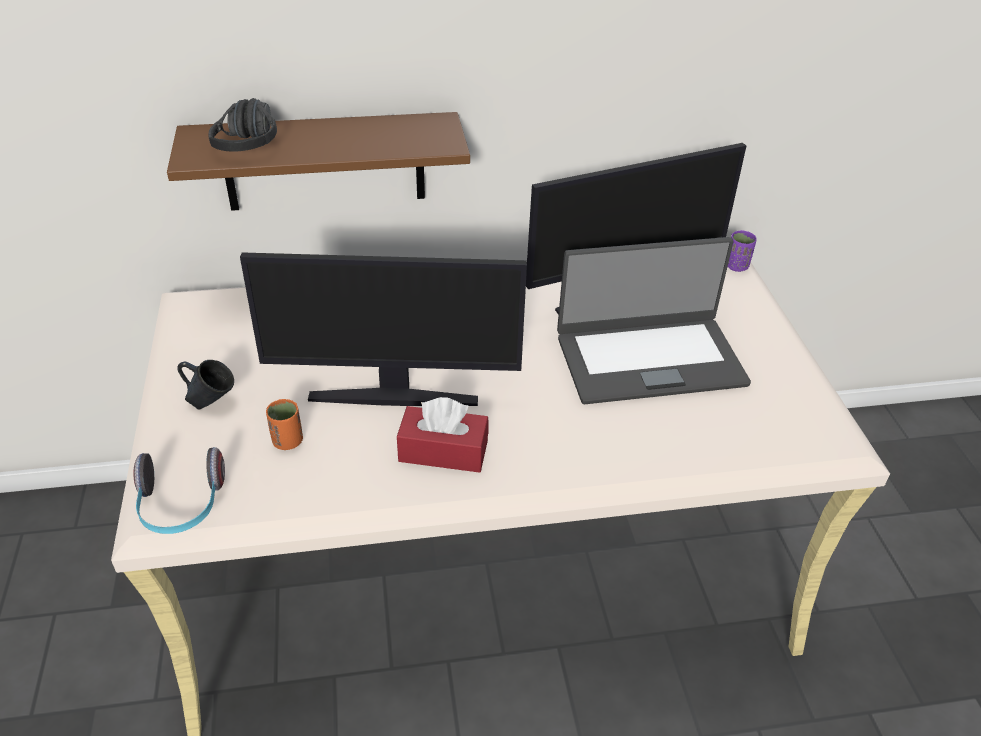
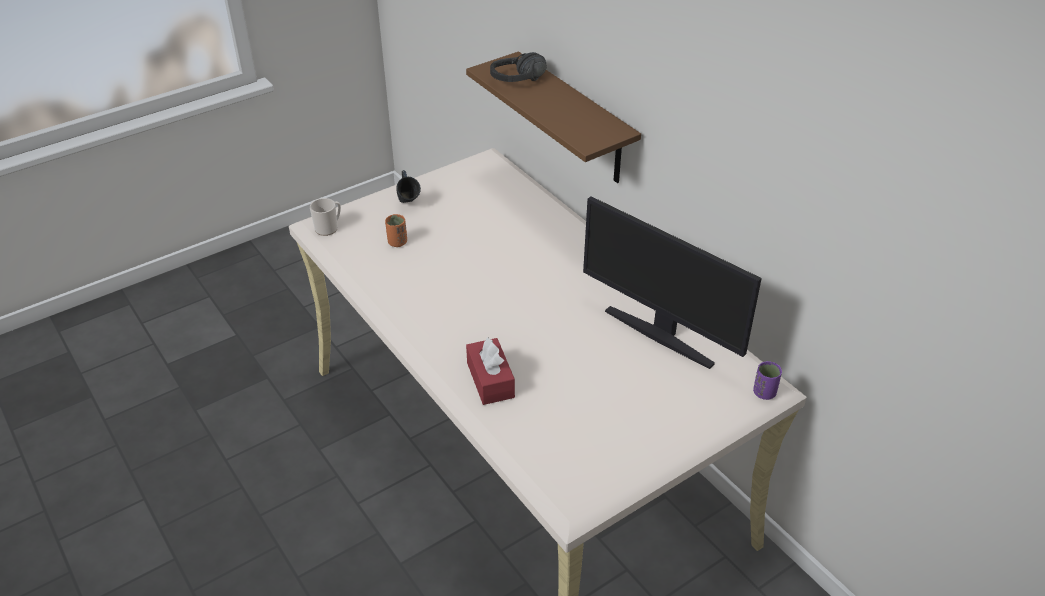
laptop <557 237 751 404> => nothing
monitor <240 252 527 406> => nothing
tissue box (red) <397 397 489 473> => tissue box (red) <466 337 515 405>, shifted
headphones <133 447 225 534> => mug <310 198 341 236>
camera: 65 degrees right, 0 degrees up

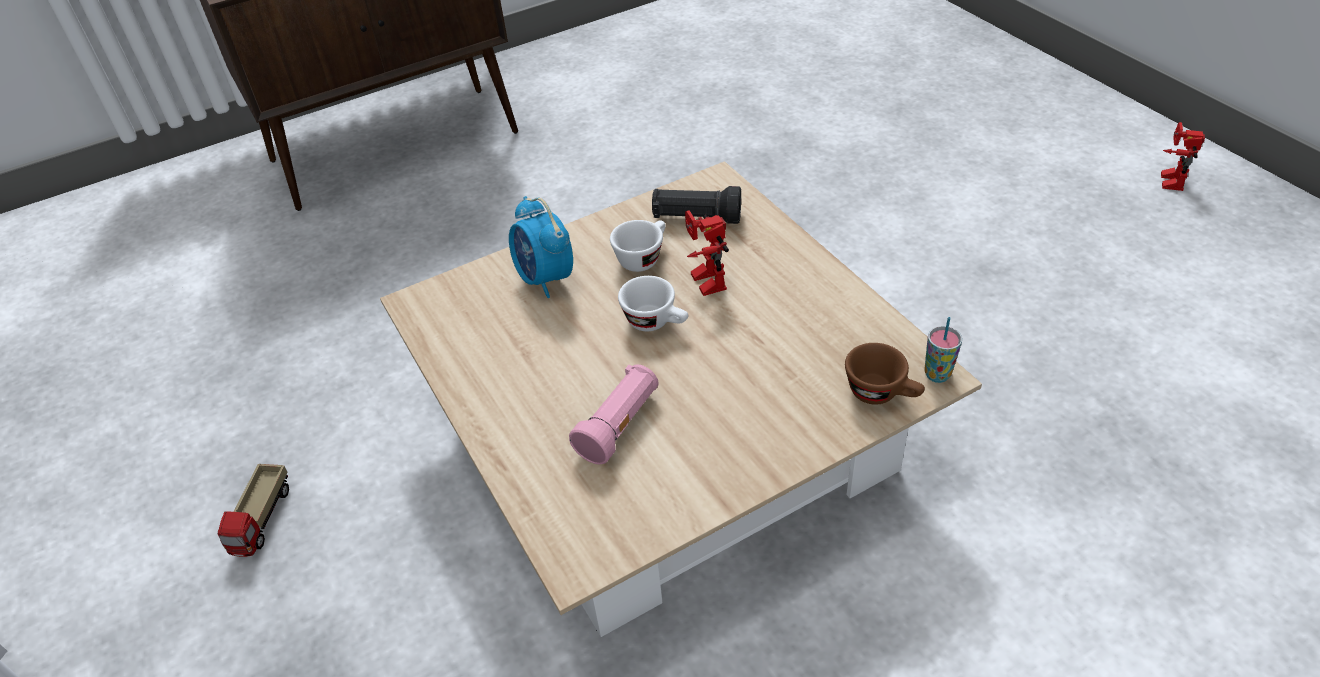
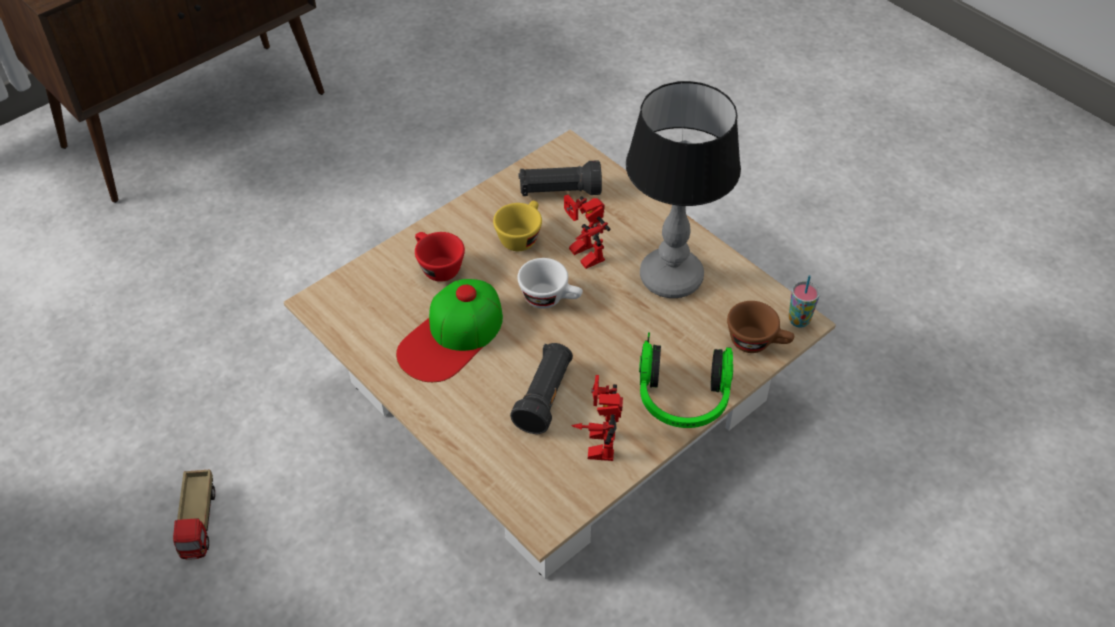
toy robot <1161 122 1205 191> => toy robot <571 375 623 461>, shifted
alarm clock <509 196 573 298> => cup (red) <415 232 465 282>
cup (white) <610 220 666 272> => cup (yellow) <493 201 542 251>
flashlight (pink) <569 364 659 464> => flashlight (black) <510 343 573 434>
nothing => table lamp <626 81 741 298>
nothing => cap <396 279 503 382>
nothing => headphones <639 332 733 428>
camera: 15 degrees left, 5 degrees up

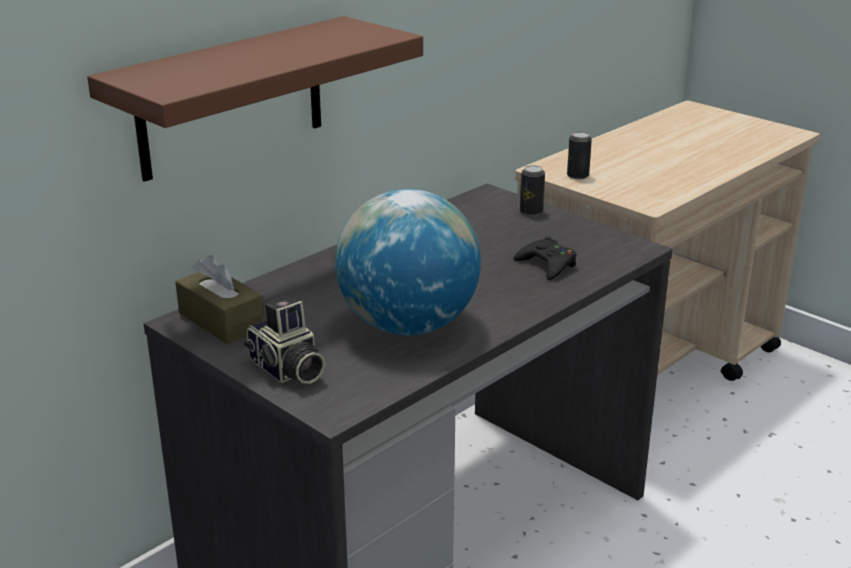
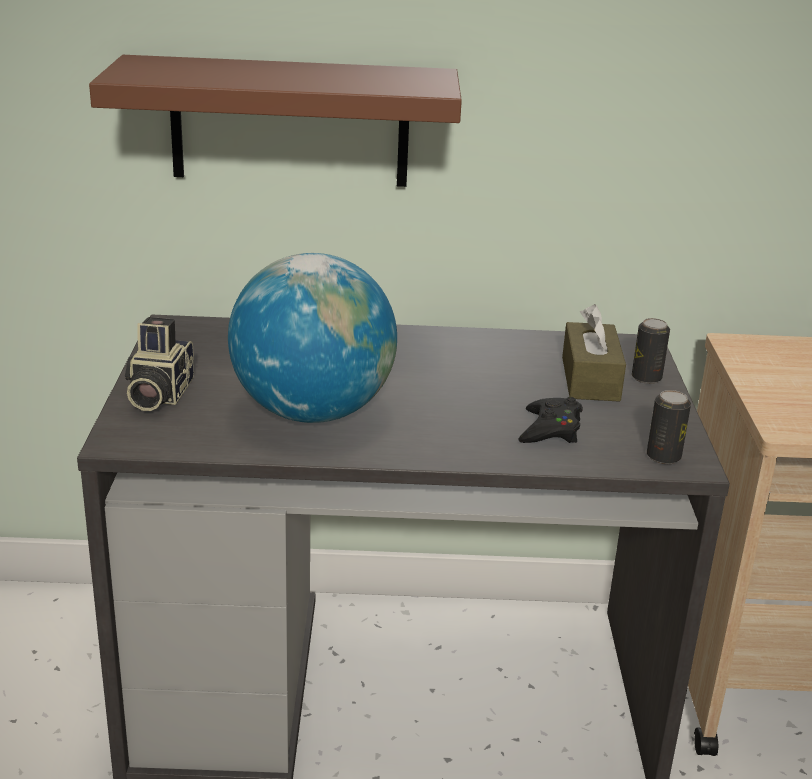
can <567 132 592 179> => can <647 390 691 464>, shifted
tissue box (brown) <175 255 265 344> => tissue box (brown) <562 304 626 402>, shifted
camera: 45 degrees right, 0 degrees up

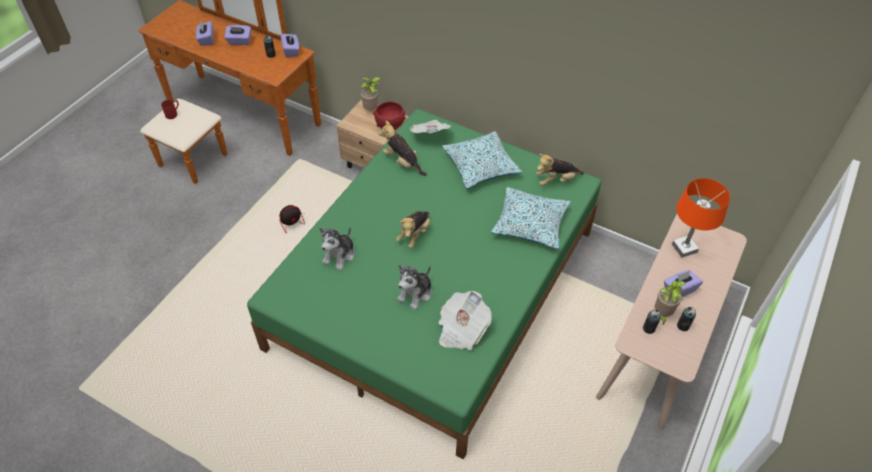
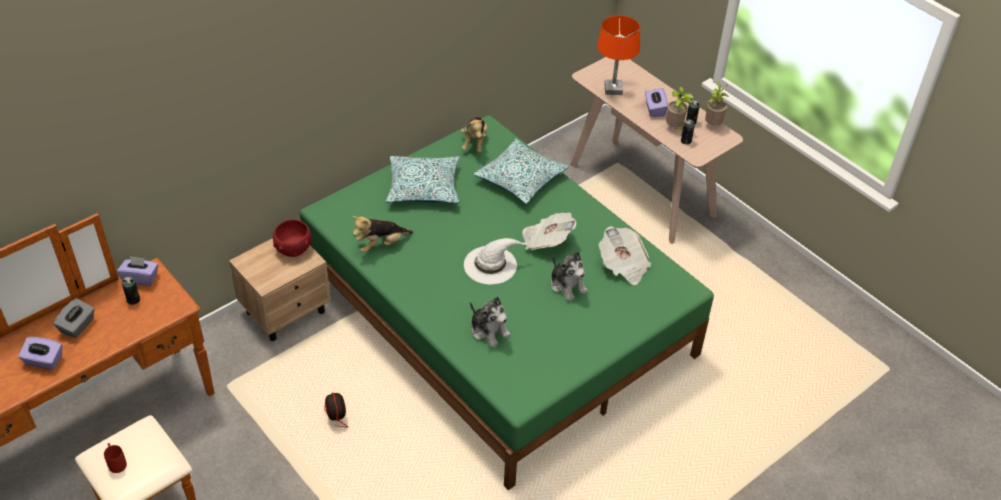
tissue box (purple) <224 25 251 45> => tissue box (grey) <53 298 95 338>
potted plant <360 77 380 110> => potted plant <705 81 729 126>, shifted
newspaper <410 120 451 133> => newspaper <522 212 576 250>, shifted
plush toy <396 211 430 248> => hat (white) <464 238 529 285>
camera: 70 degrees left, 5 degrees down

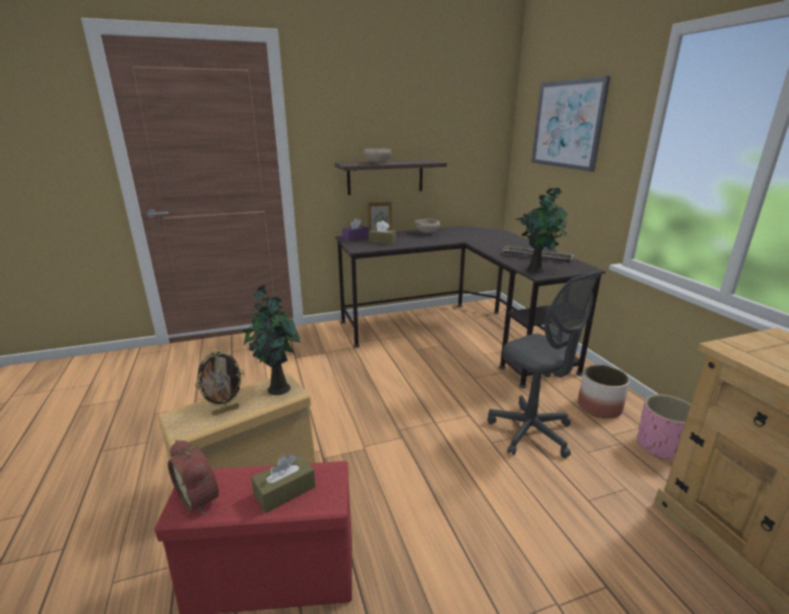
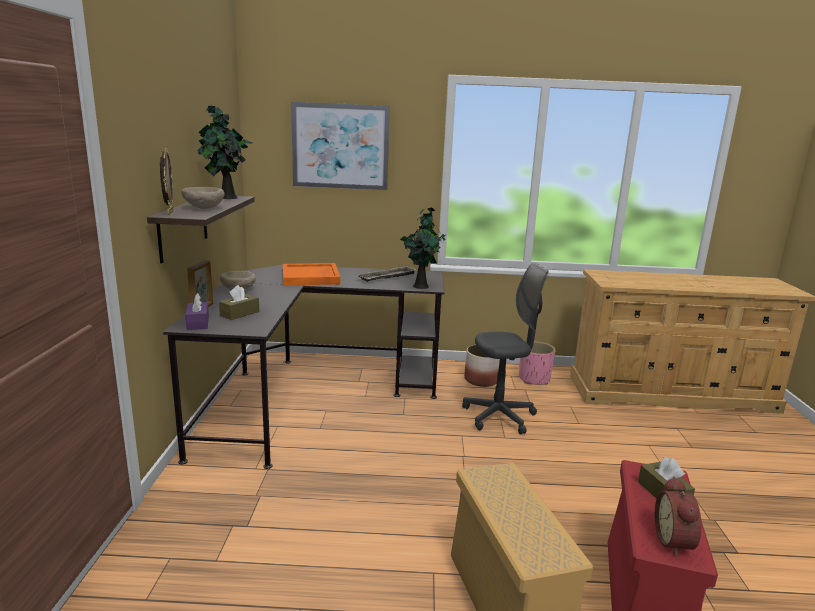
potted plant <242 285 301 395> => potted plant <197 105 253 199>, shifted
picture frame <195 350 244 416> => picture frame <160 148 173 215>, shifted
alarm clock <168 440 219 515> => alarm clock <655 477 702 557>, 120 degrees clockwise
nothing => tray (orange) <283 263 340 286>
camera: 70 degrees left, 5 degrees down

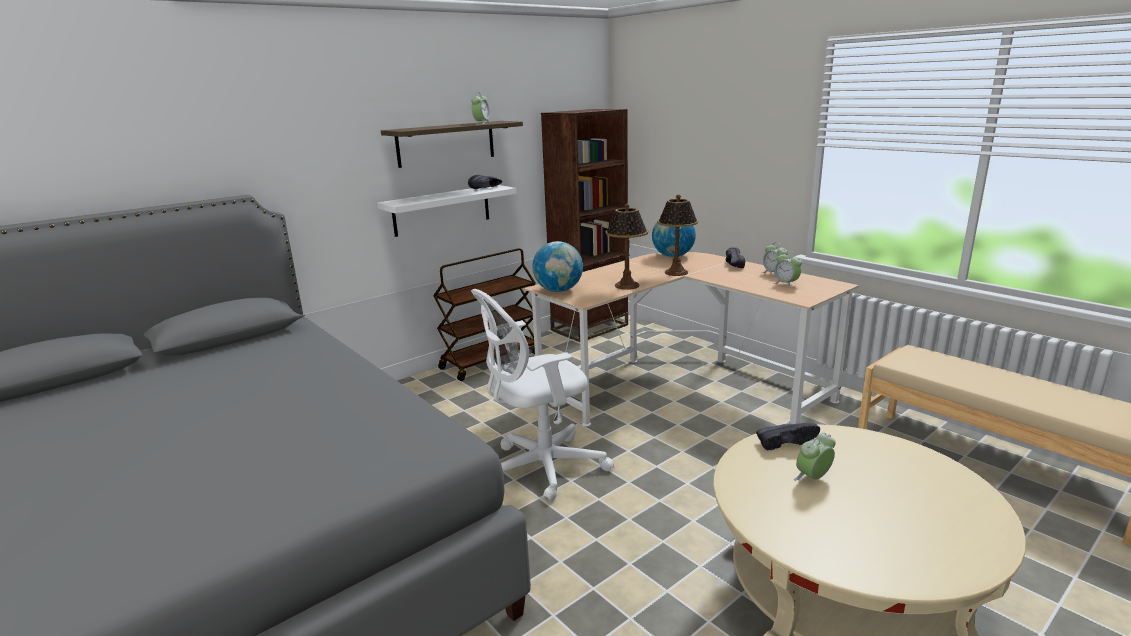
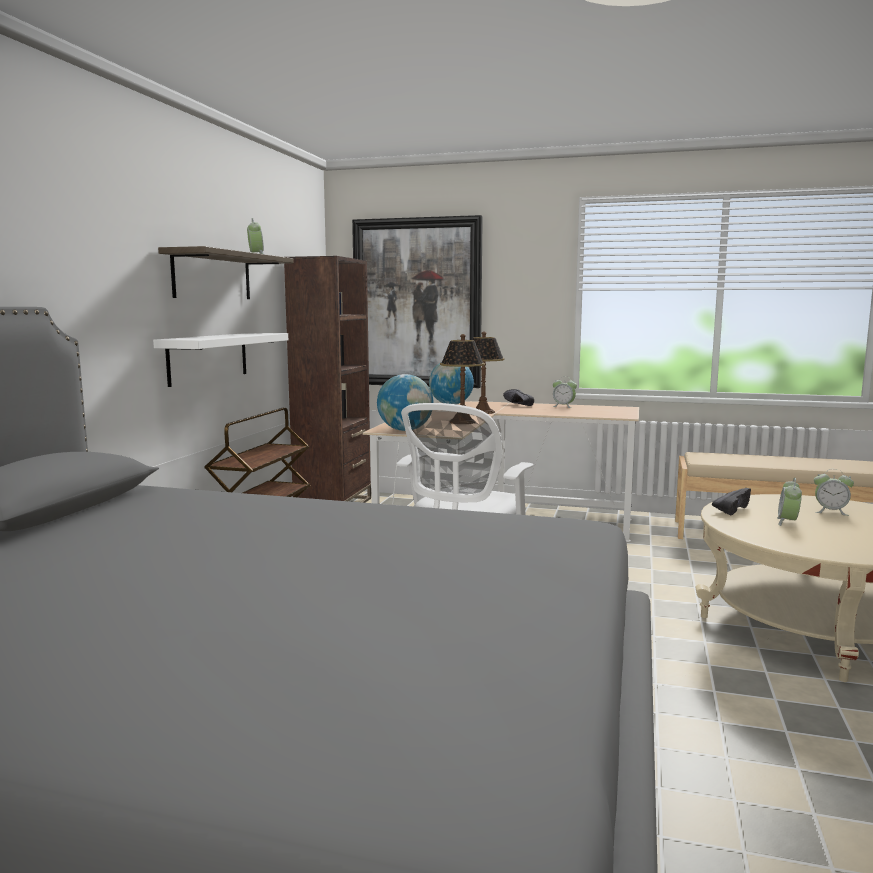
shoe (black) <468 175 502 189> => nothing
alarm clock <774 251 802 288> => alarm clock <814 469 854 516>, shifted
nothing => picture <352 215 483 388>
camera: 35 degrees left, 10 degrees down

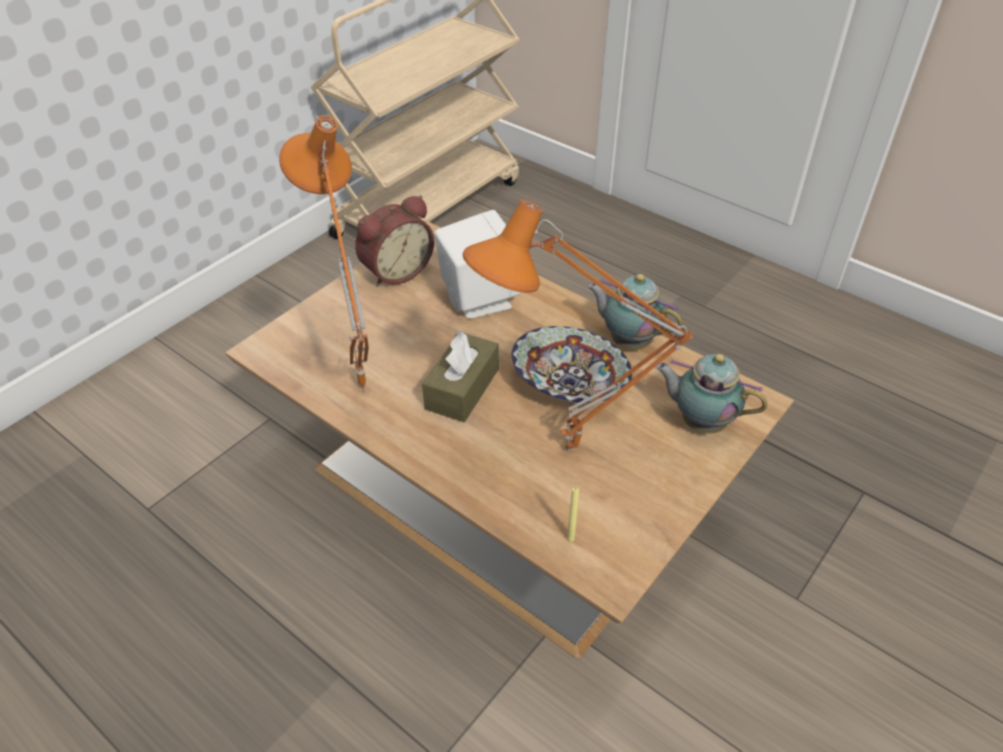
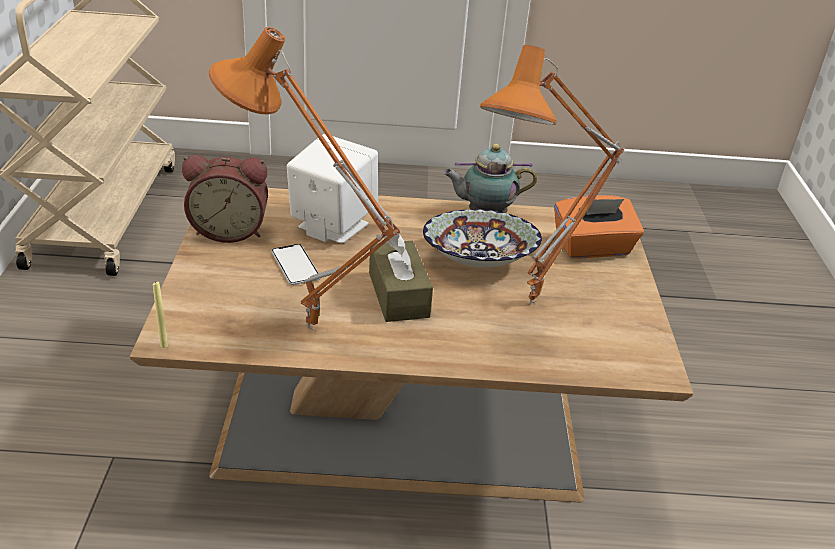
alarm clock <355 195 434 287> => alarm clock <182 155 268 243>, 75 degrees clockwise
teapot <655 354 767 433> => tissue box (orange) <554 195 644 259>
candle (yellow) <567 488 579 542> => candle (yellow) <153 281 168 348>, shifted
nothing => phone <271 244 320 285>
camera: 40 degrees left, 10 degrees down

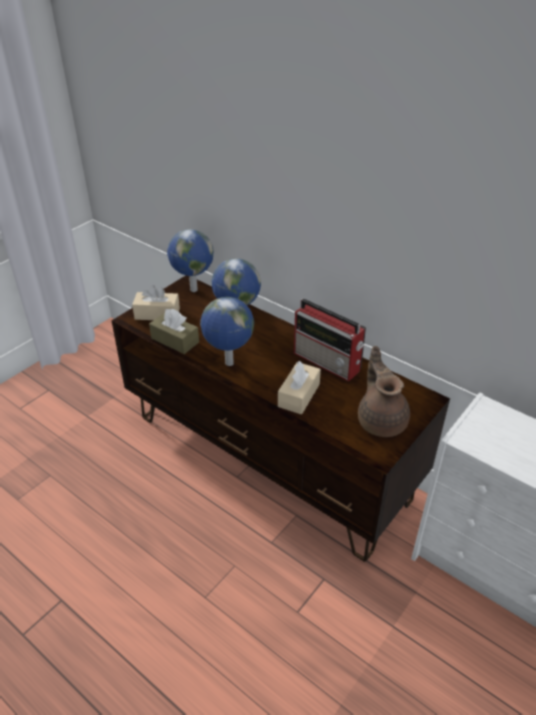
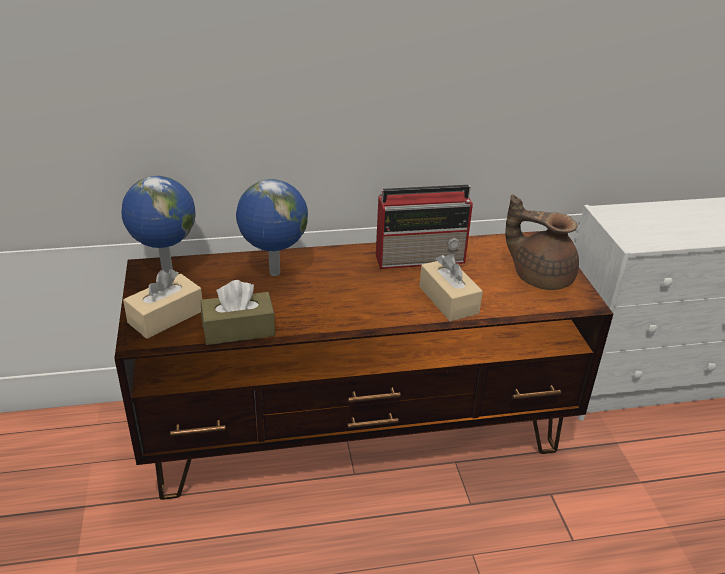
globe <200 297 254 366> => nothing
camera: 50 degrees left, 5 degrees down

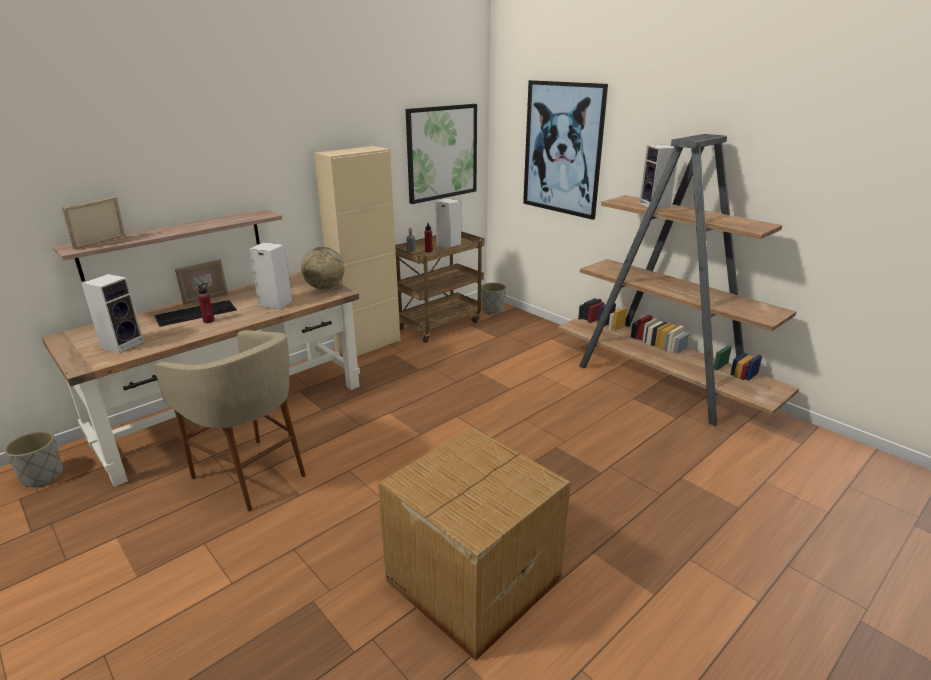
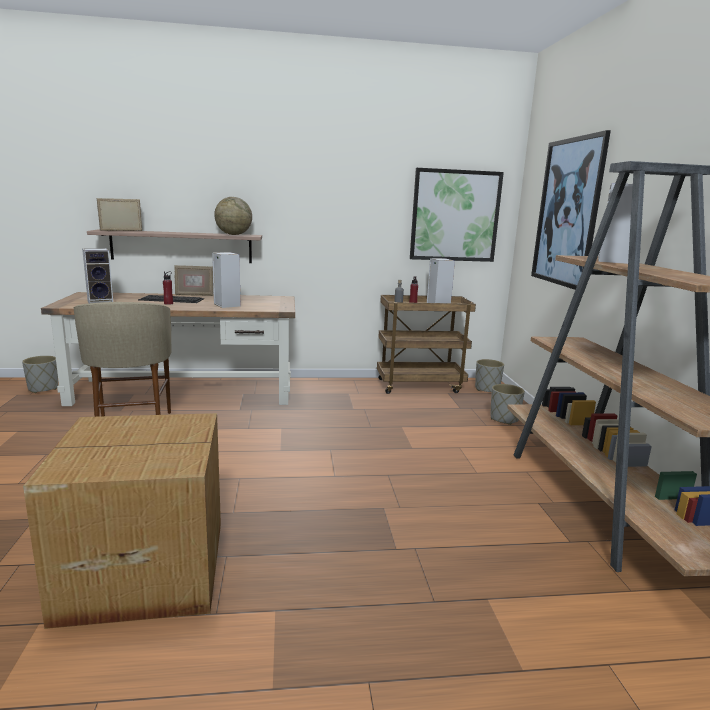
cabinet (beige) <314 146 400 356> => nothing
globe <301 247 344 289> => globe <214 197 252 235>, shifted
nothing => planter (grey) <490 384 525 425>
camera: 35 degrees right, 10 degrees down

